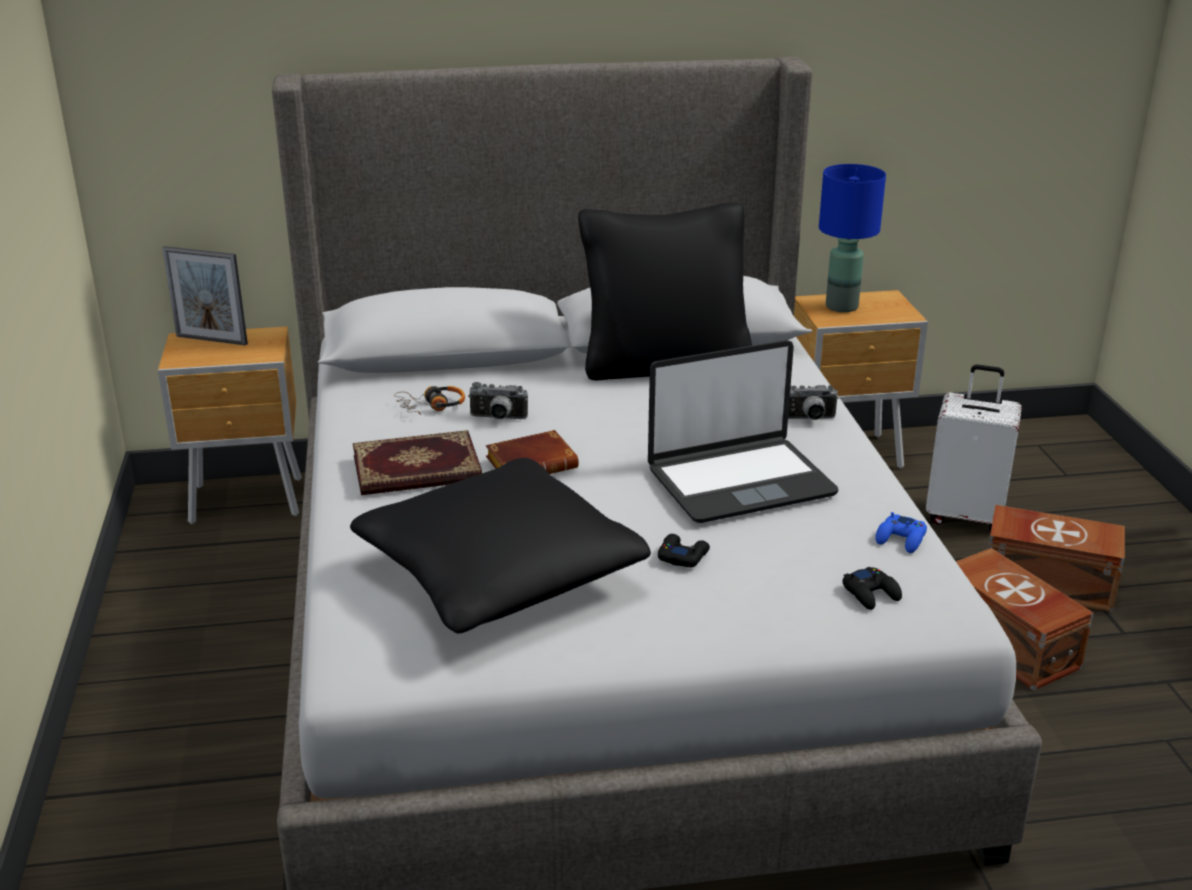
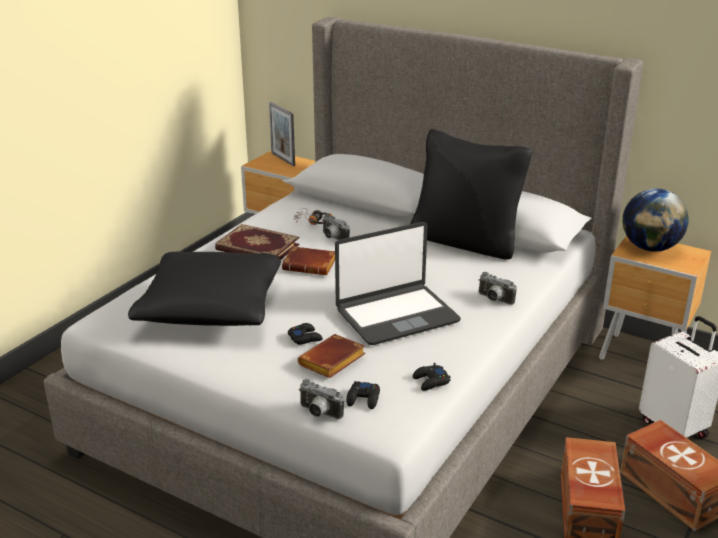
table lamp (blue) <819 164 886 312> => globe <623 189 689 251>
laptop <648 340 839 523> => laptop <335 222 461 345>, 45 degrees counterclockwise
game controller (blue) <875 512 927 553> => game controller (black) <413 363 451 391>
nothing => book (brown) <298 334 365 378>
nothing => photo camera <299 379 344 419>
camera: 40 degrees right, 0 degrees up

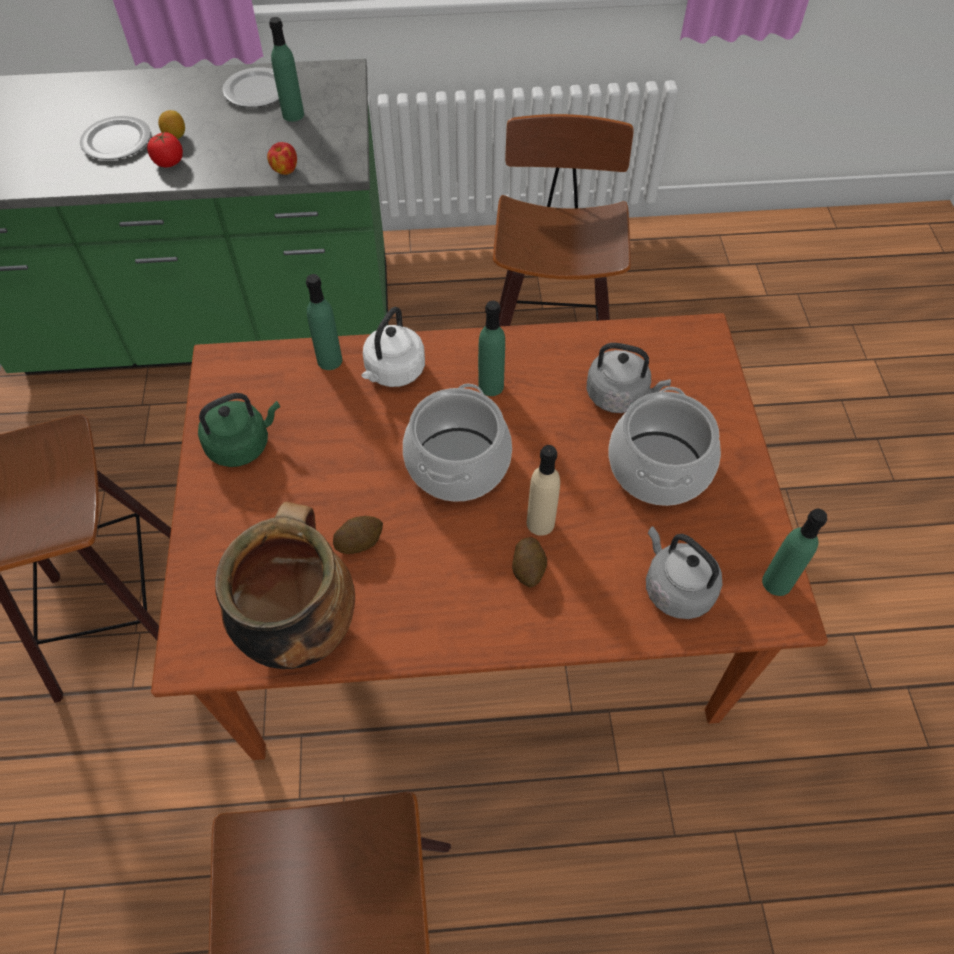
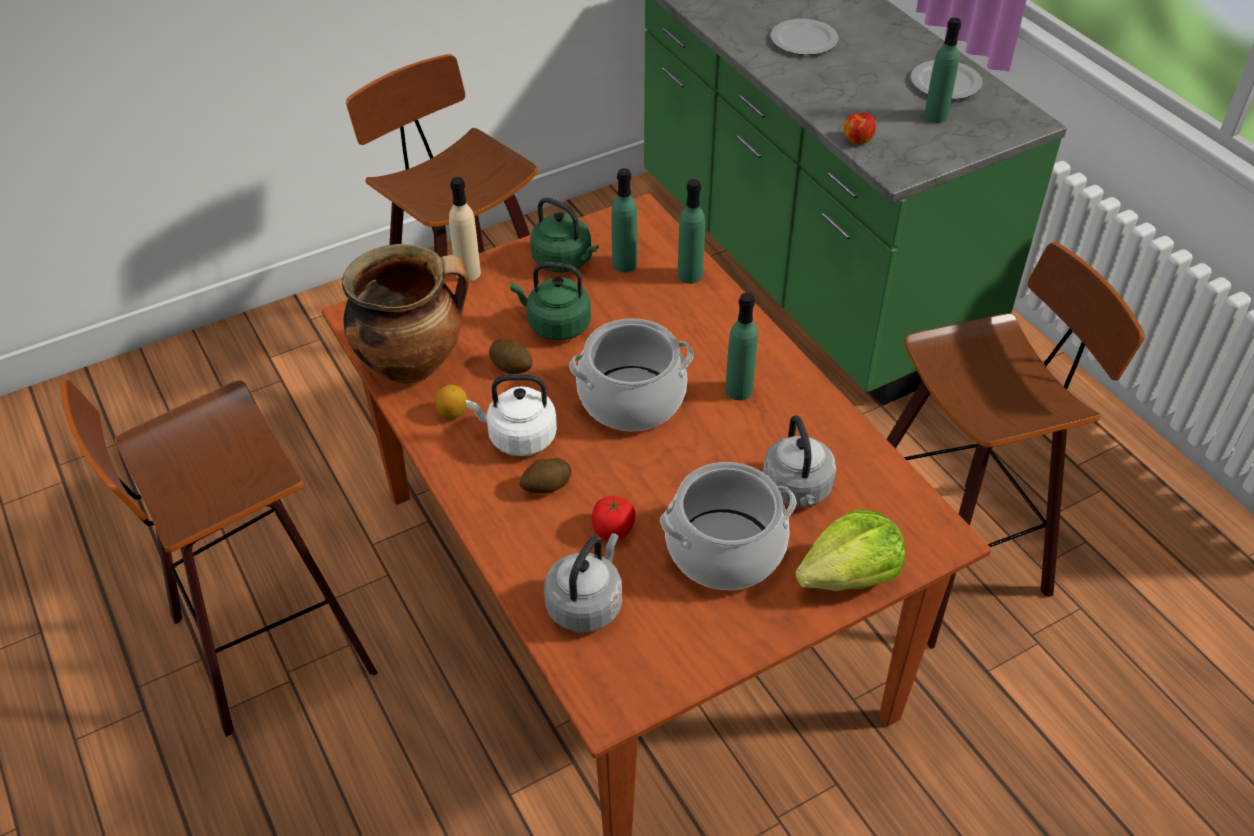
lemon <158 110 185 139> => lemon <435 385 468 419>, shifted
tomato <147 132 183 167> => tomato <591 496 635 540>, shifted
kettle (white) <361 307 425 387> => kettle (white) <466 374 557 456>, shifted
bottle (beige) <526 445 560 536> => bottle (beige) <449 177 481 281>, shifted
bottle (green) <762 509 827 596> => bottle (green) <611 168 637 272>, shifted
nothing => kettle (green) <510 262 591 340>
nothing => lettuce <795 509 905 591>
camera: 65 degrees right, 10 degrees down

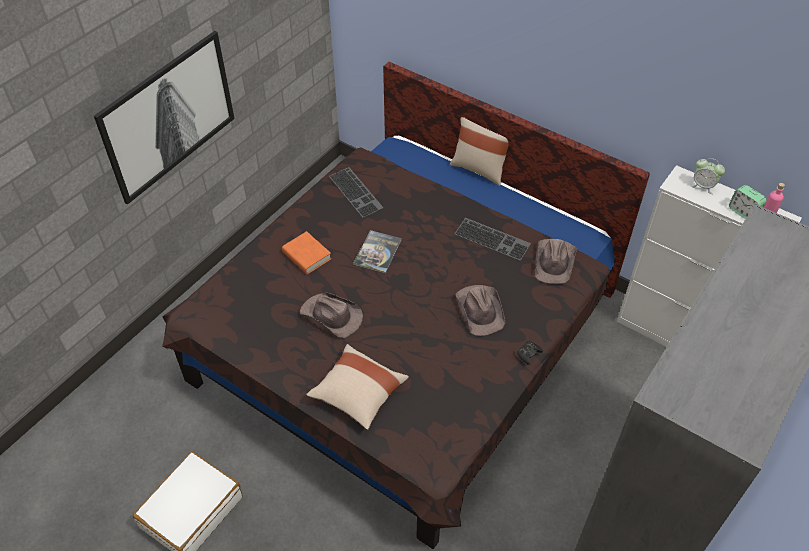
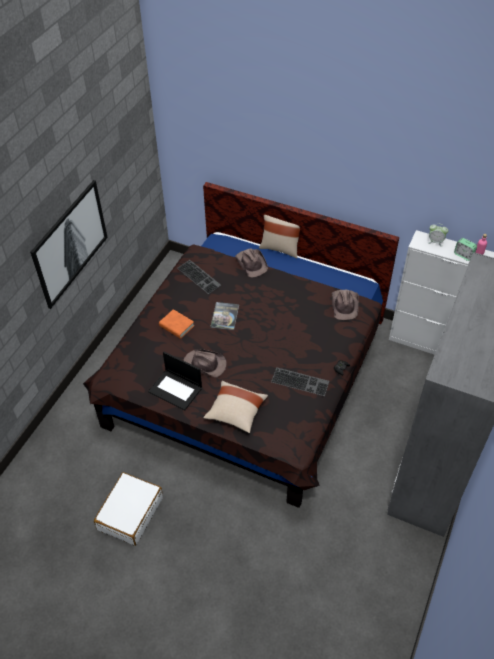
keyboard <454 218 531 261> => keyboard <271 368 329 396>, shifted
hat (brown) <455 285 505 336> => hat (brown) <235 249 268 277>, shifted
nothing => laptop <148 352 202 411>
camera: 10 degrees left, 0 degrees up

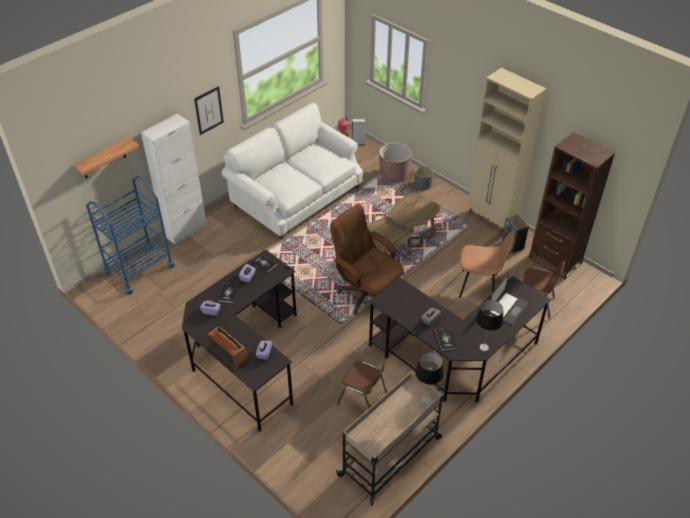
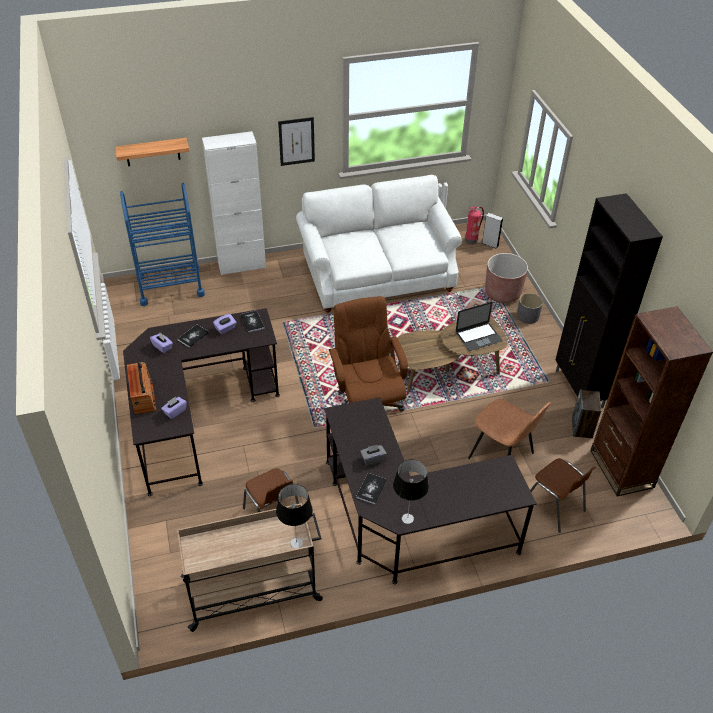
cabinet (beige) <468 68 547 228> => cabinet (black) <555 193 663 408>
laptop <488 274 528 325> => laptop <456 302 502 351>, shifted
camera: 30 degrees right, 0 degrees up

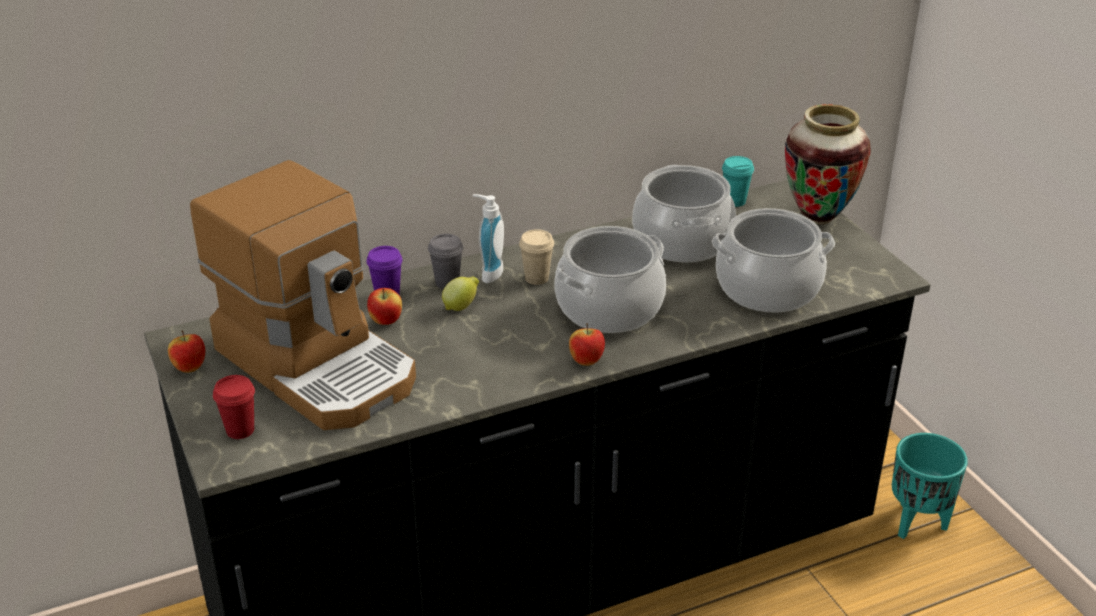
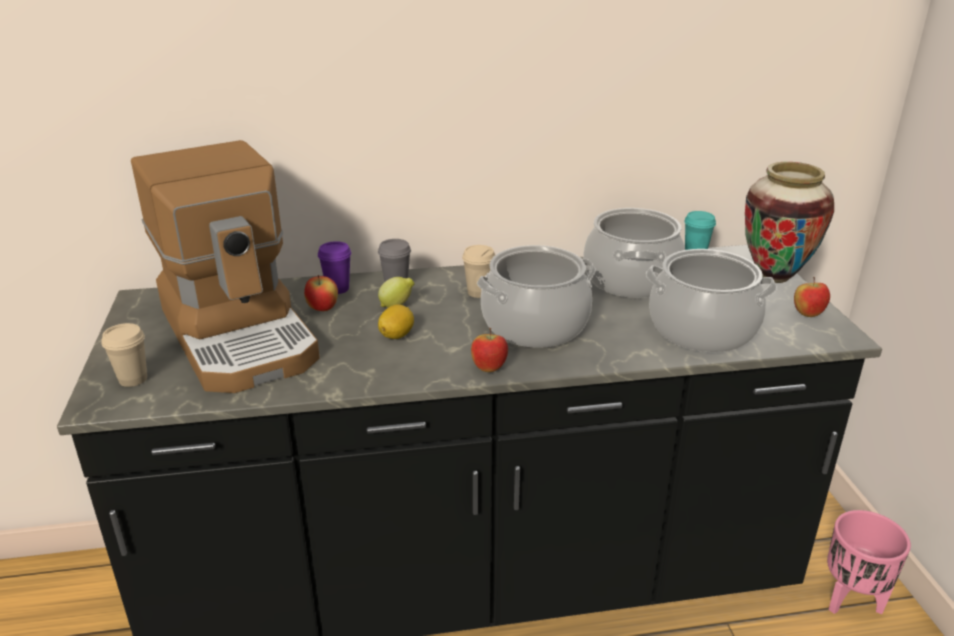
soap dispenser <473 194 504 283> => nothing
apple <168 330 205 373> => apple <794 277 830 317>, shifted
cup (red) <213 375 255 439> => cup (beige) <101 323 147 387>
planter (turquoise) <892 433 968 539> => planter (pink) <827 510 911 614>
nothing => lemon <378 304 414 339>
camera: 15 degrees right, 5 degrees down

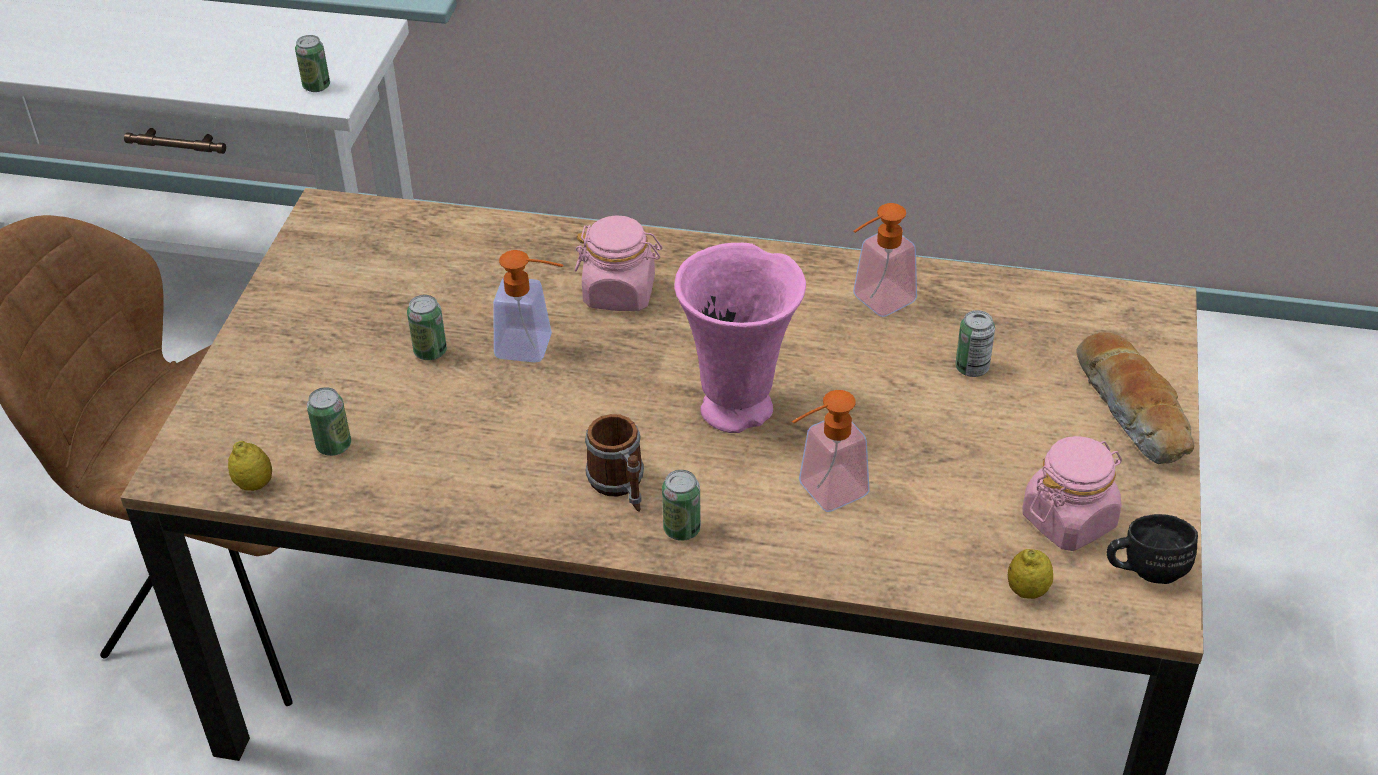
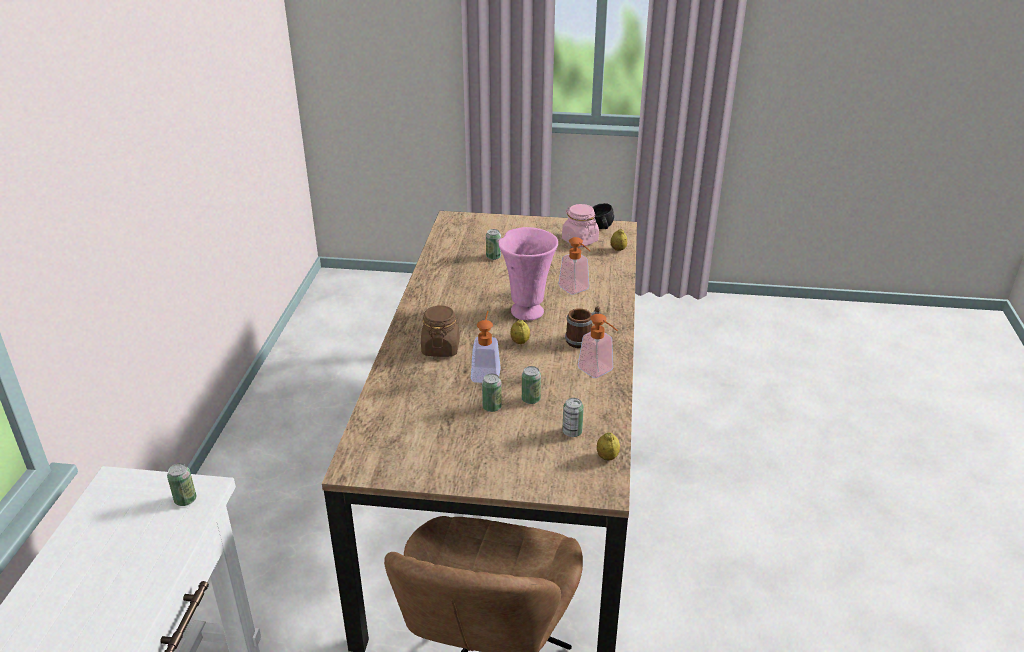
soap dispenser <853 203 917 317> => soap dispenser <578 314 618 378>, shifted
jar (pink) <575 216 662 311> => jar (brown) <421 305 460 357>
bread <1076 332 1195 464> => nothing
can <662 470 701 541> => can <522 366 541 404>, shifted
nothing => lemon <510 320 530 344>
camera: 95 degrees left, 10 degrees down

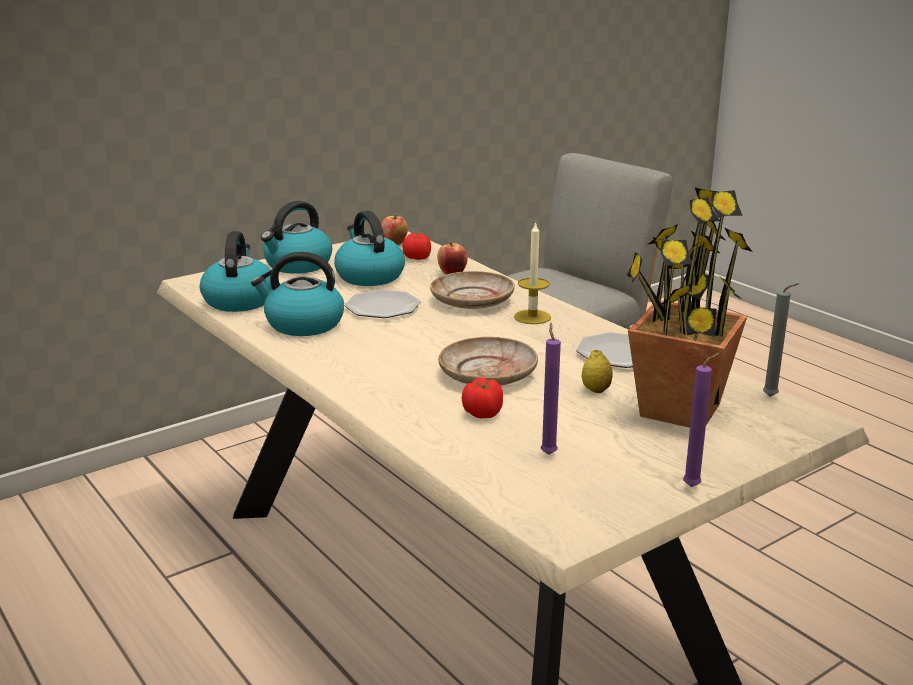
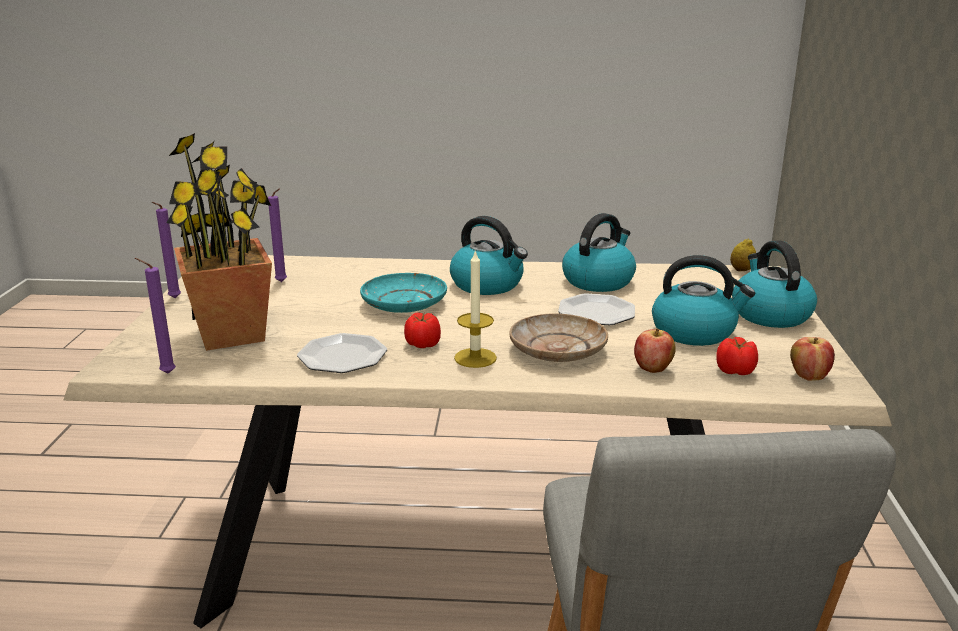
kettle <200 231 273 312> => kettle <450 216 528 295>, shifted
candle (grey) <763 283 799 397> => candle (purple) <135 258 176 374>
plate (beige) <438 337 538 386> => plate (turquoise) <360 273 447 313>
lemon <582 350 613 393> => lemon <730 238 756 271>, shifted
tomato <462 377 503 418> => tomato <404 313 441 348>, shifted
camera: 130 degrees right, 0 degrees up

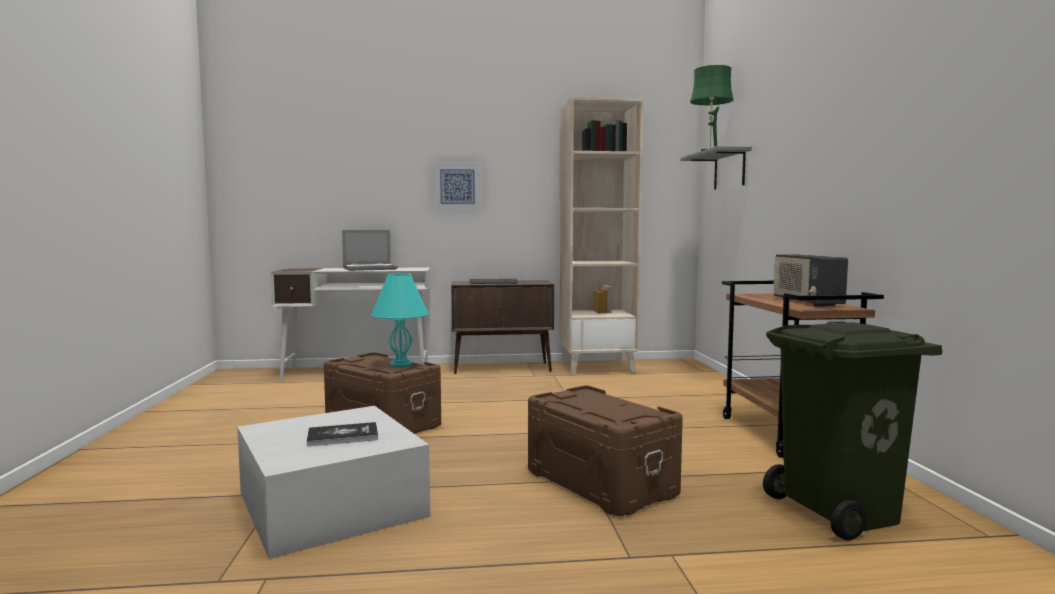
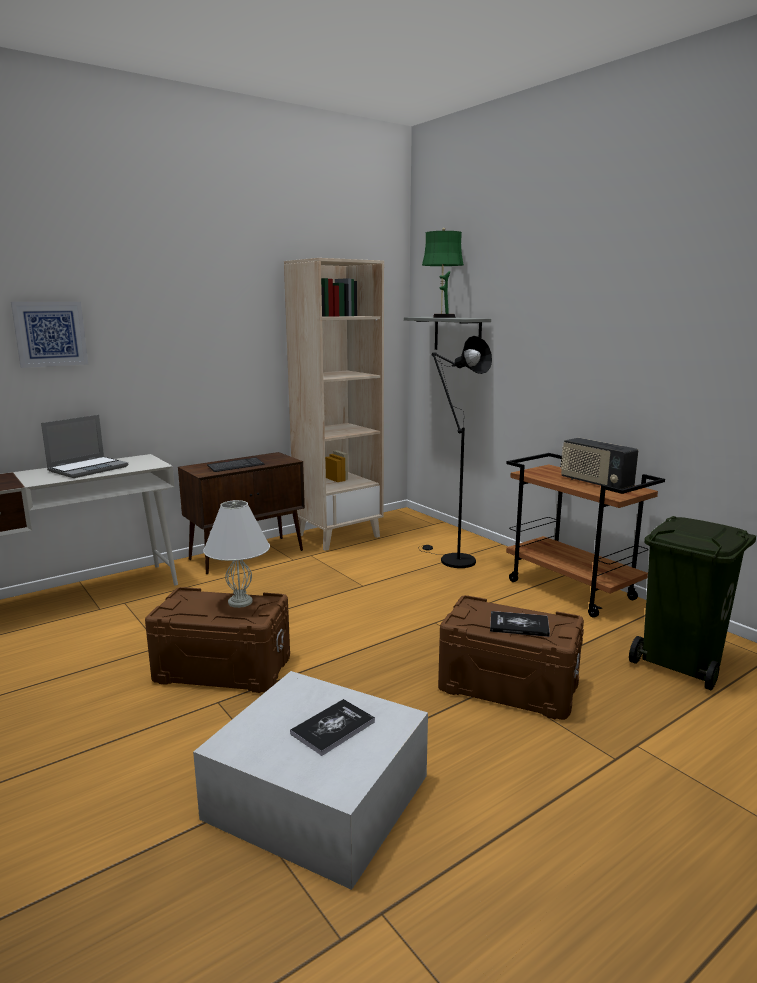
picture <433 162 481 210> => picture <11 302 88 368>, shifted
table lamp (turquoise) <371 272 429 367> => table lamp (white) <203 500 270 608>
nothing => floor lamp (black) <418 336 492 568>
nothing => book <490 611 550 637>
camera: 30 degrees left, 10 degrees up

